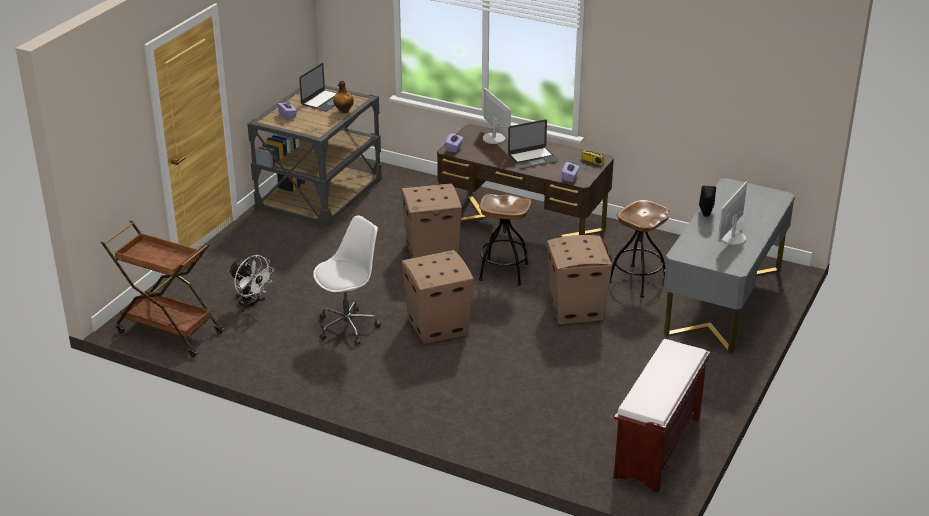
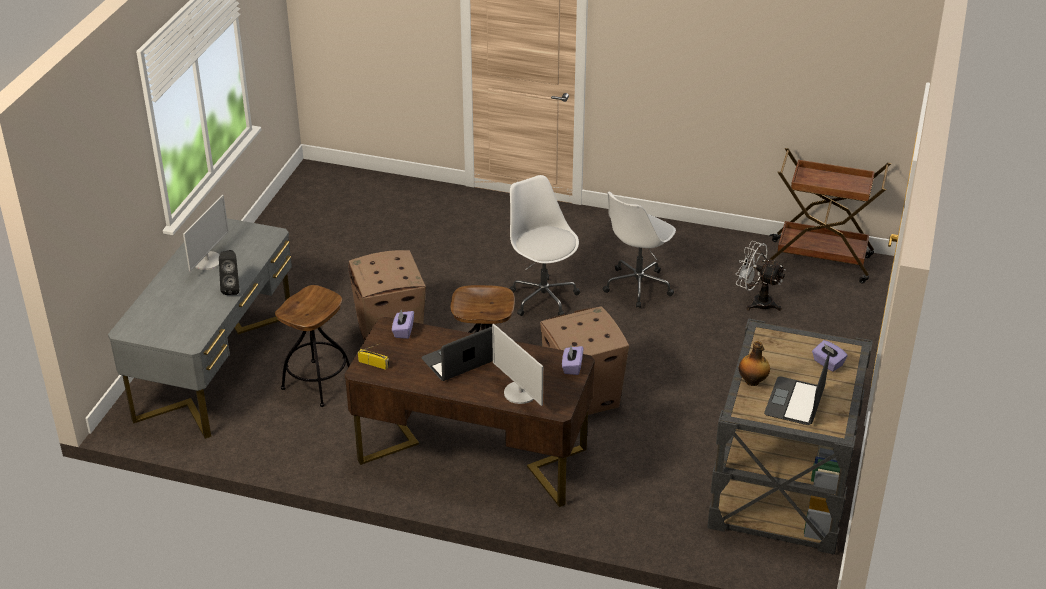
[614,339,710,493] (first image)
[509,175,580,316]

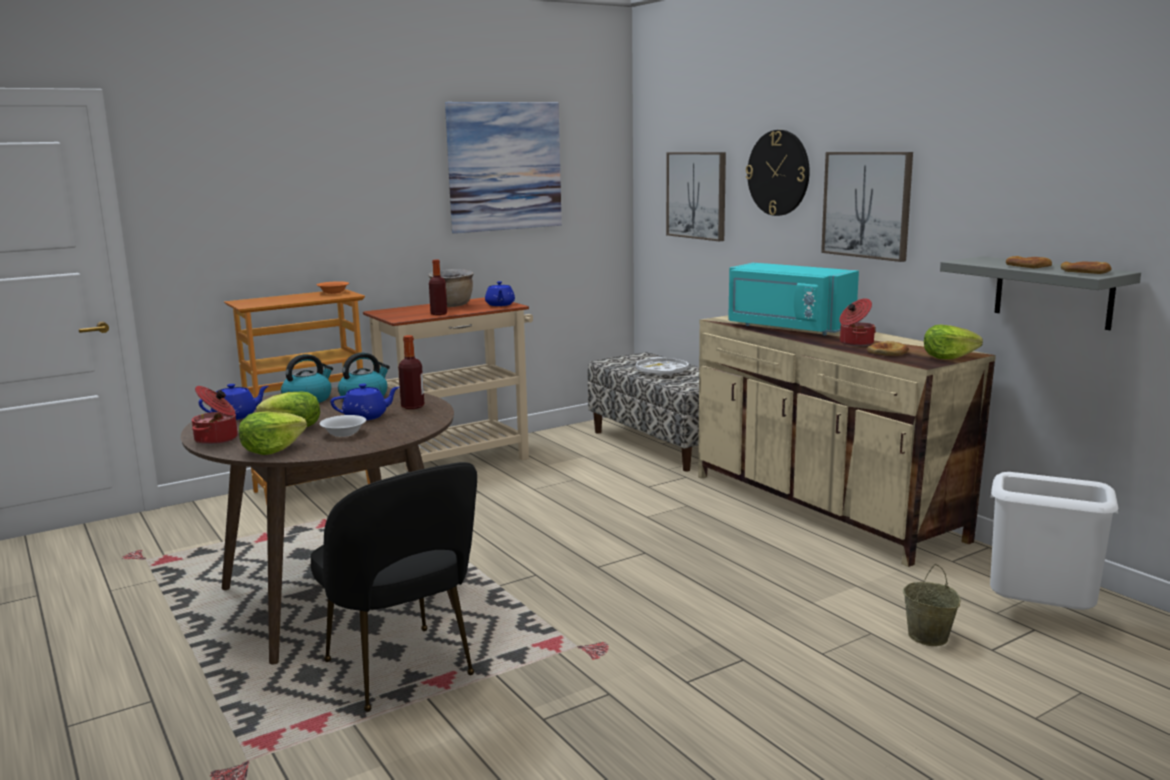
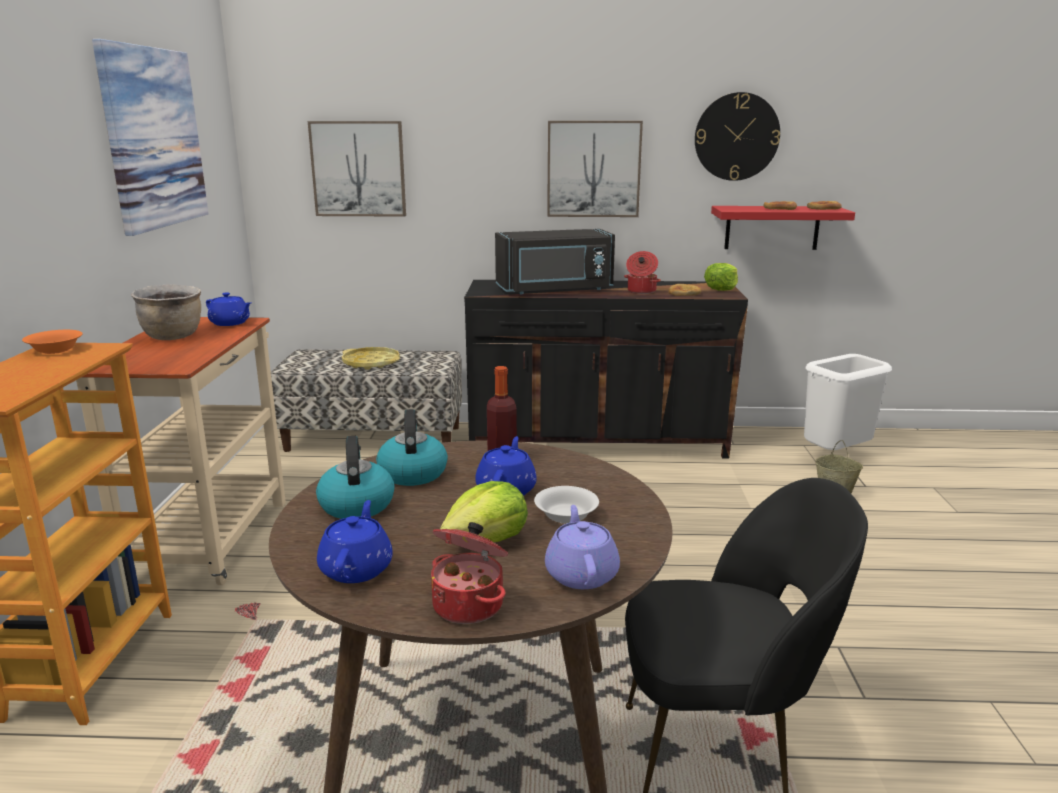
[429,260,447,315] (first image)
[695,92,780,181]
[545,505,620,589]
[342,347,400,370]
[464,280,748,458]
[495,229,615,294]
[711,206,855,250]

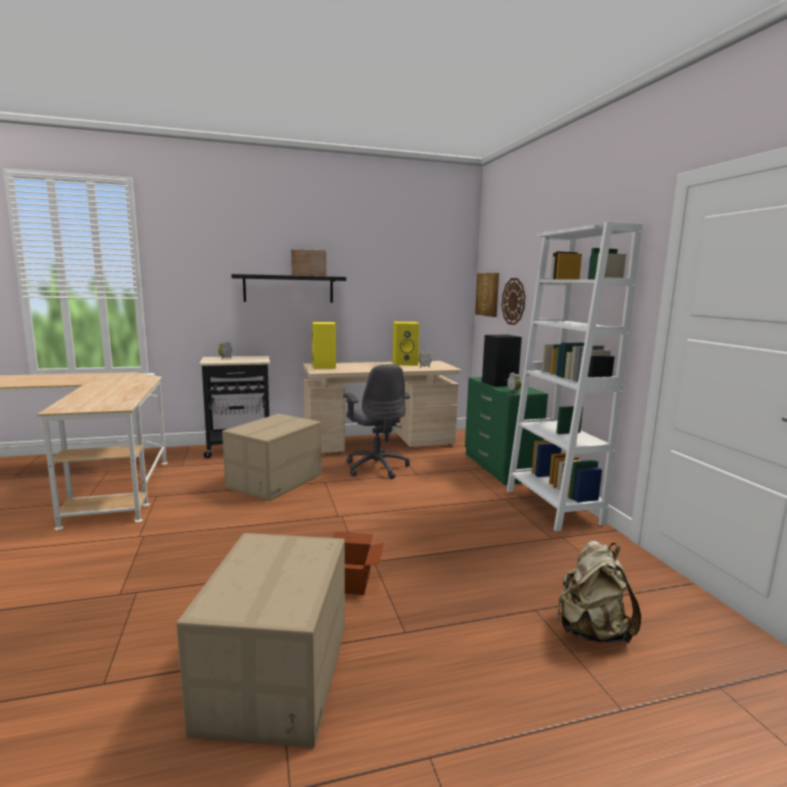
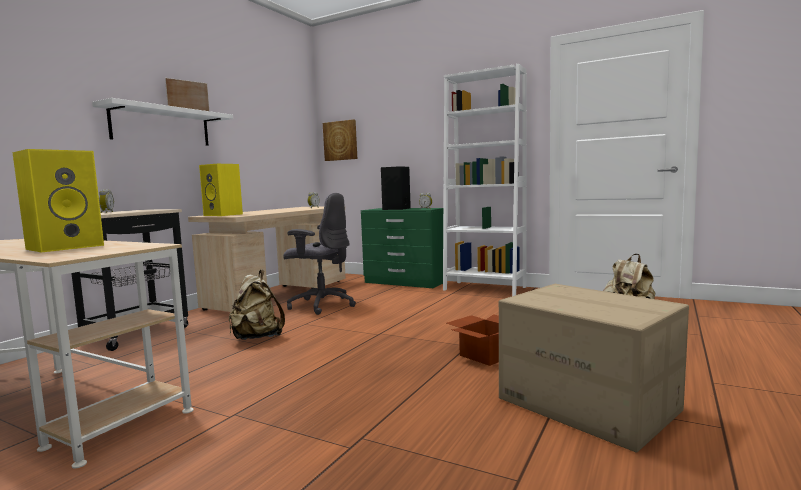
[501,278,525,325] (first image)
[12,149,104,252]
[229,270,285,340]
[92,98,233,146]

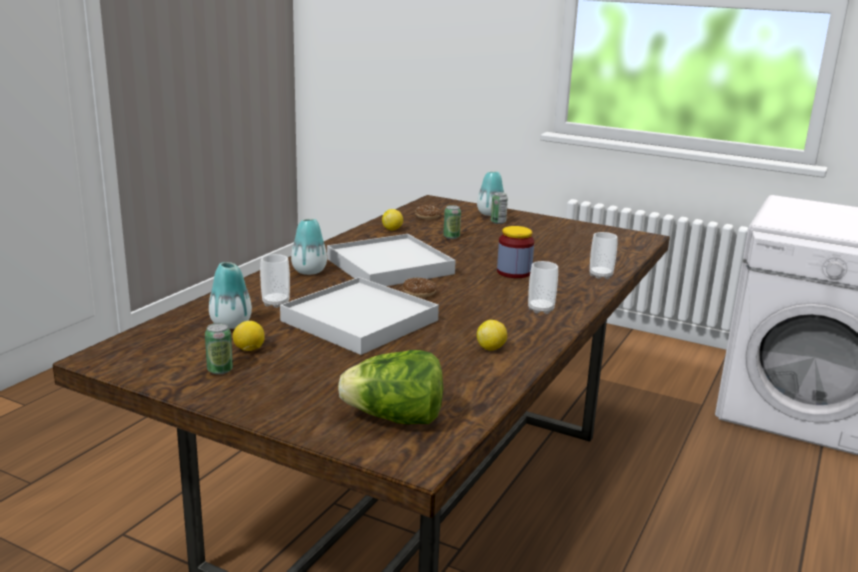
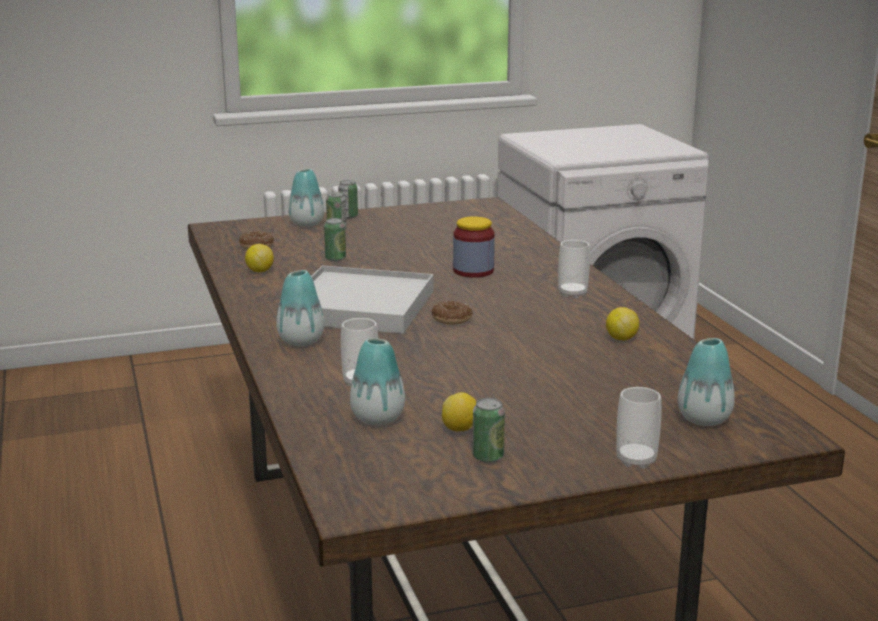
[280,277,439,355] (first image)
[338,180,358,219]
[616,387,661,469]
[678,338,735,426]

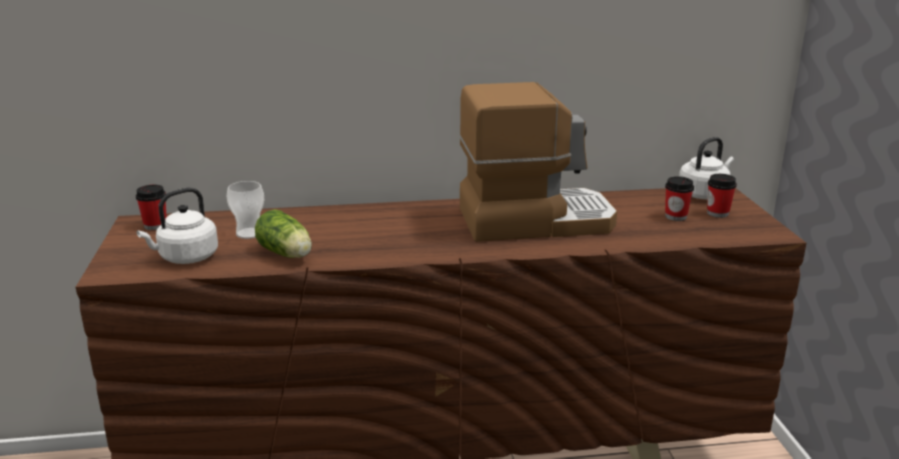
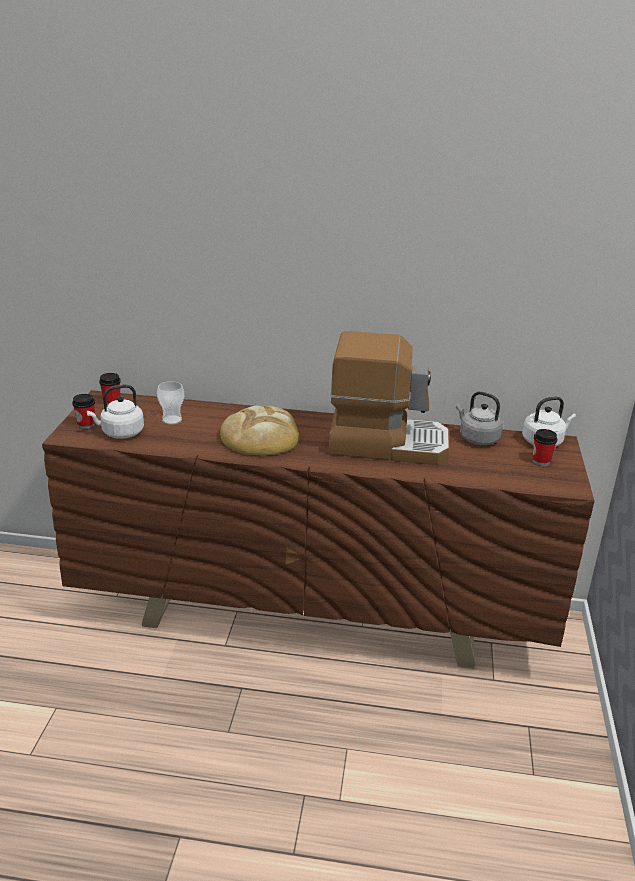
[255,209,312,258] (first image)
[220,405,299,456]
[456,391,503,445]
[72,394,95,429]

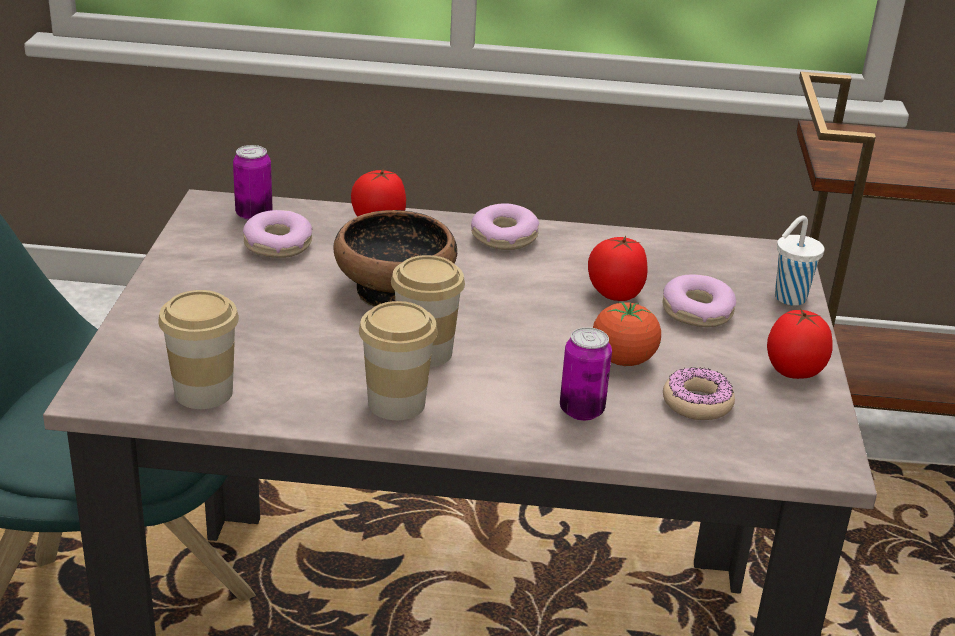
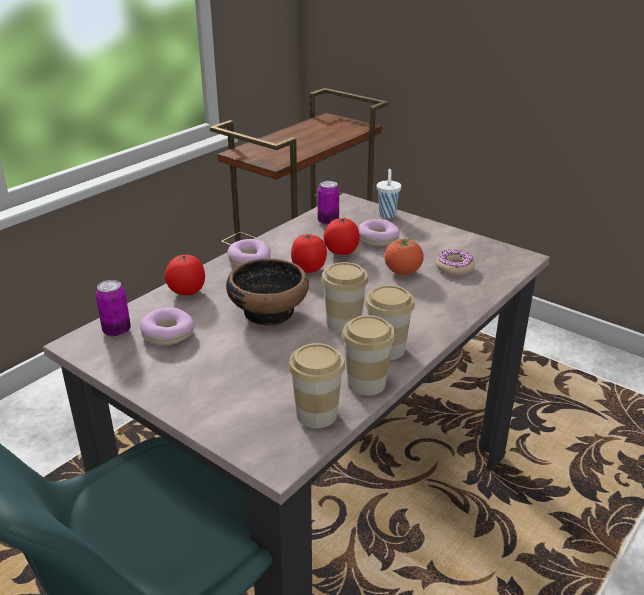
[342,315,395,396]
[317,181,339,226]
[291,234,327,273]

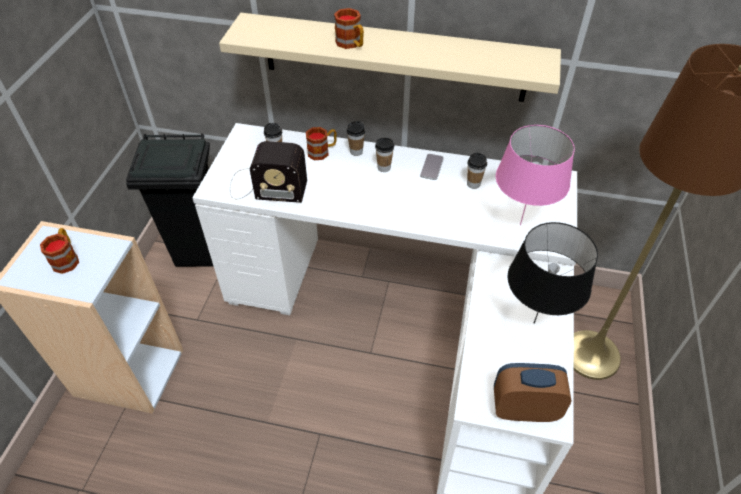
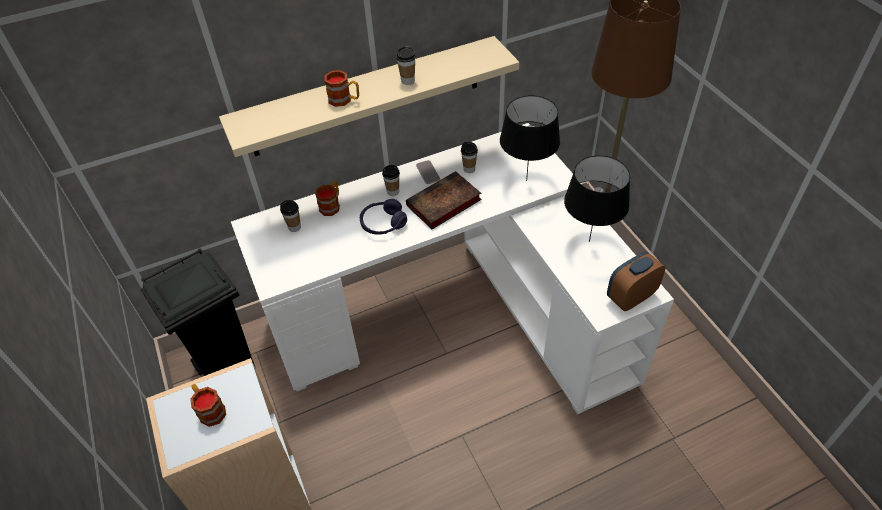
[230,141,307,203] (first image)
[360,199,407,234]
[406,171,482,229]
[396,46,416,85]
[500,95,560,181]

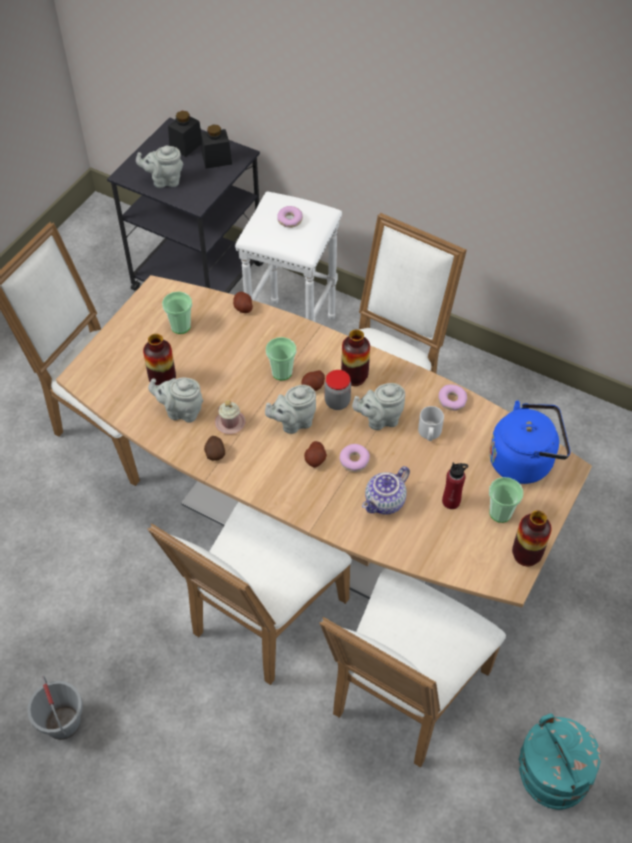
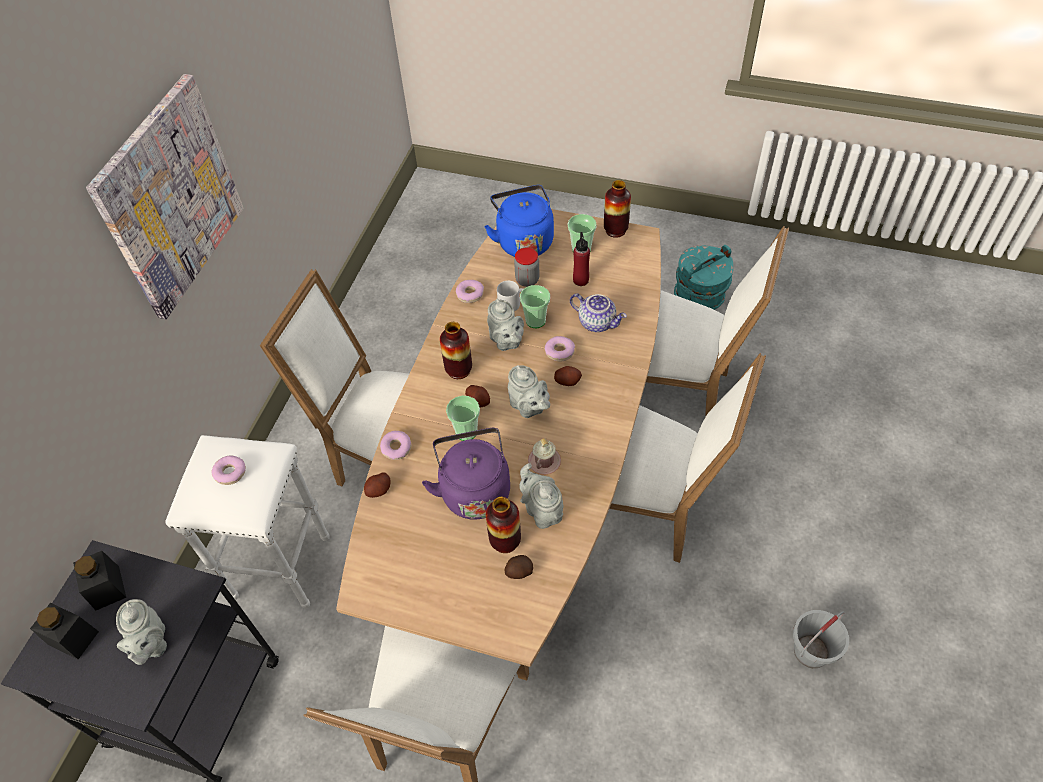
[86,74,244,319]
[380,431,411,460]
[422,428,510,520]
[520,285,550,328]
[504,555,533,579]
[514,248,540,287]
[519,463,564,529]

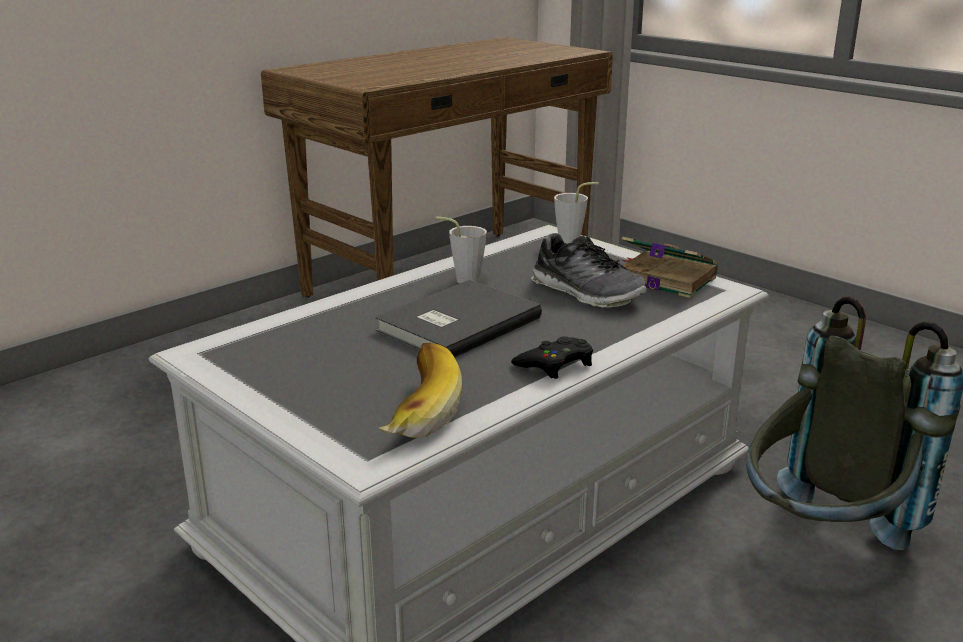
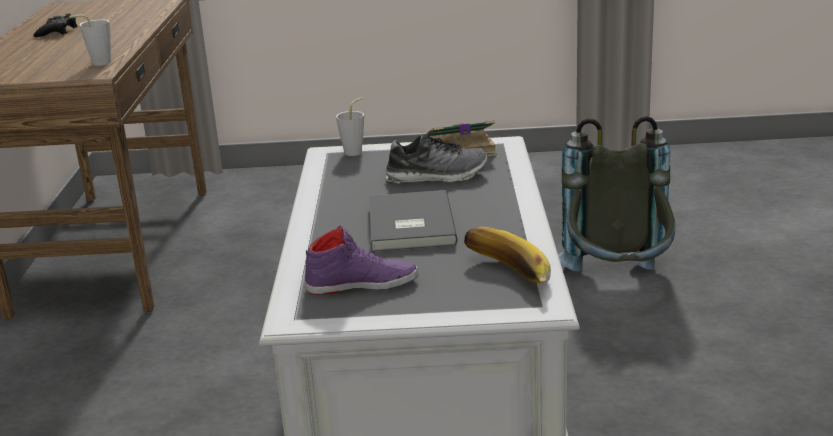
[305,226,419,295]
[70,15,111,66]
[33,13,78,37]

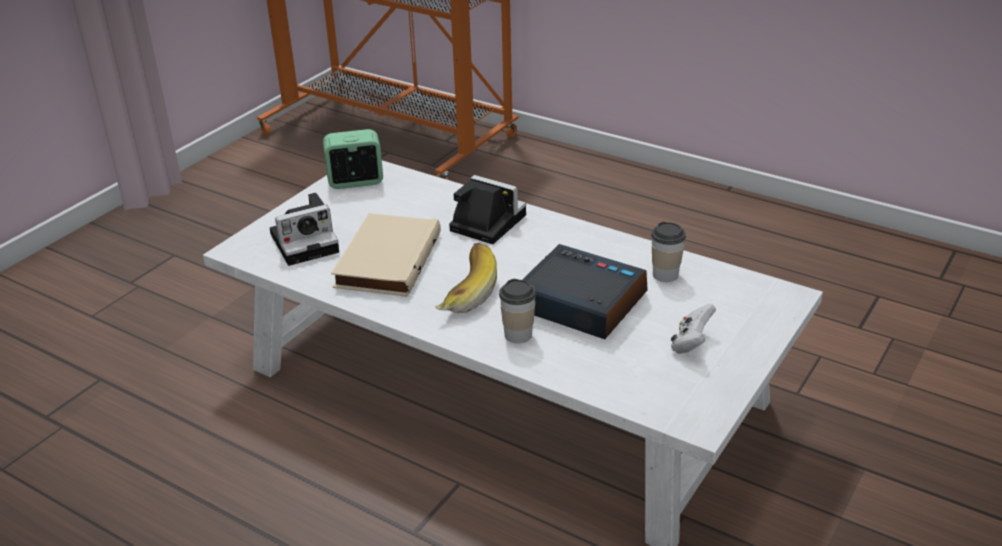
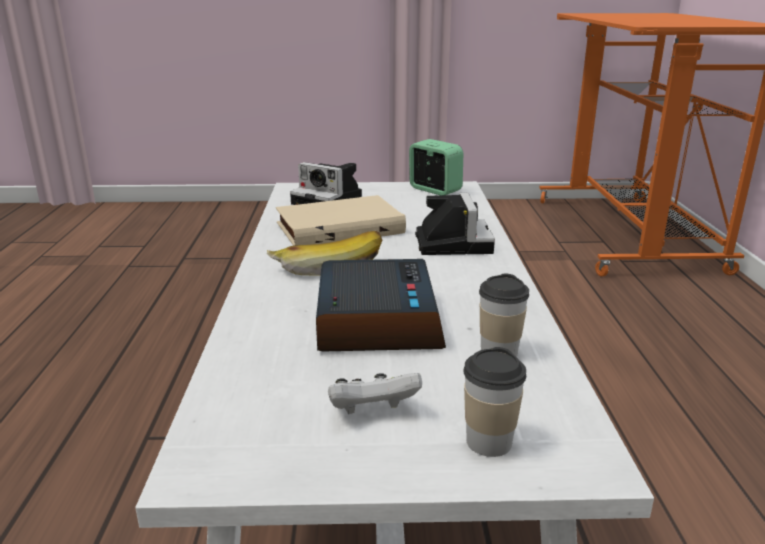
[463,347,526,457]

